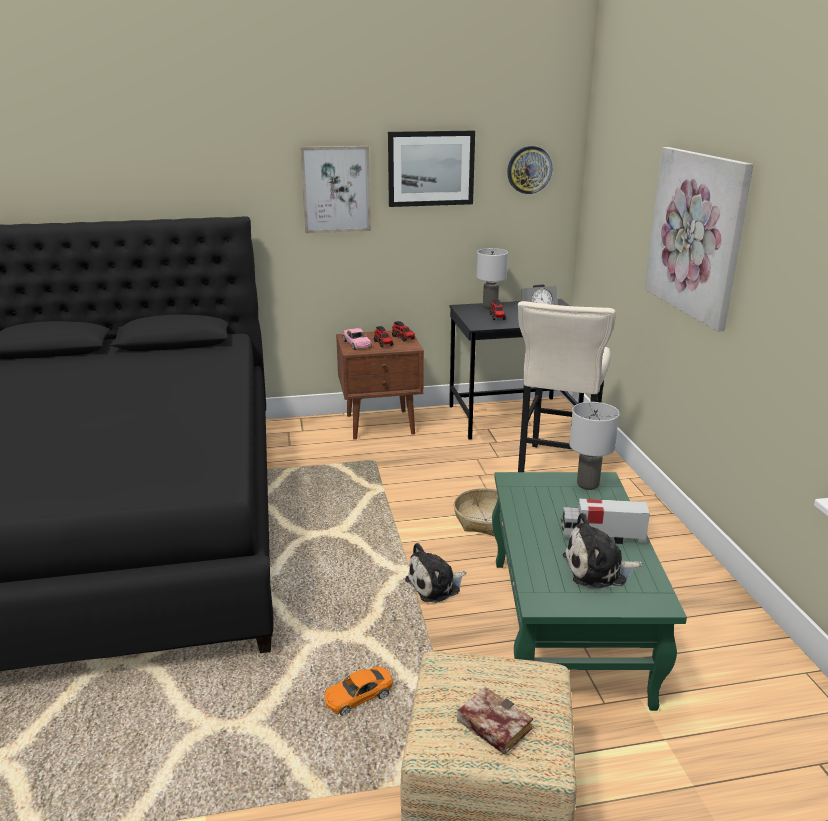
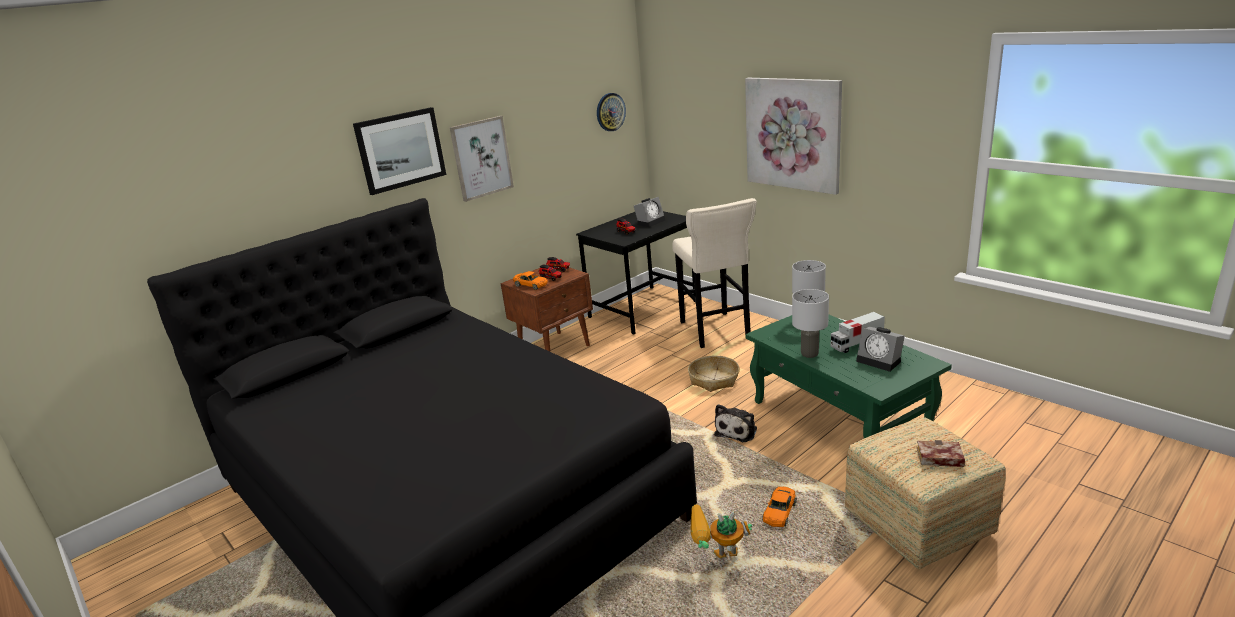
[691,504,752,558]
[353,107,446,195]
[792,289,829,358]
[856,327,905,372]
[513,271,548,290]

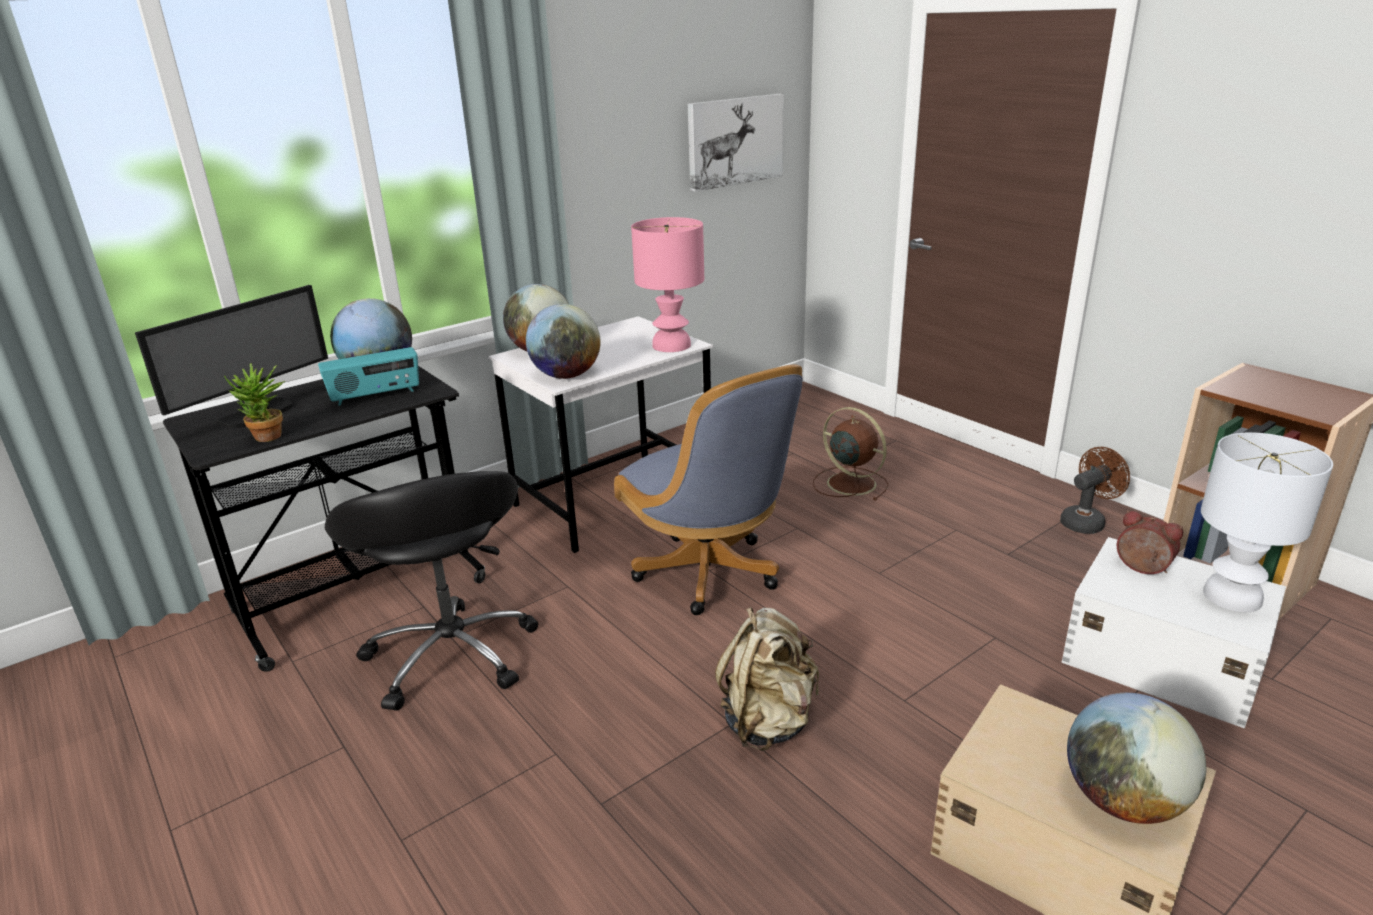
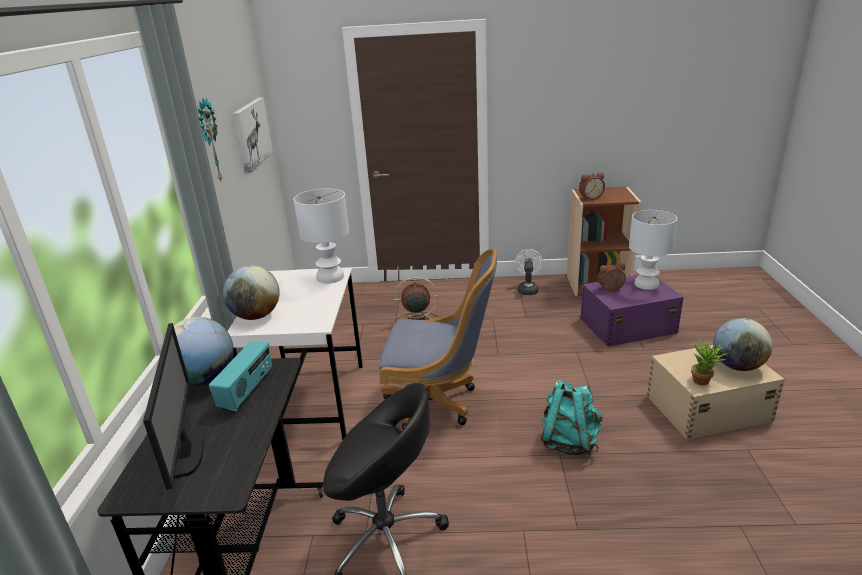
[526,304,601,379] (first image)
[198,98,222,181]
[579,172,605,200]
[691,338,730,385]
[293,188,349,284]
[541,380,602,456]
[515,249,543,295]
[581,275,684,347]

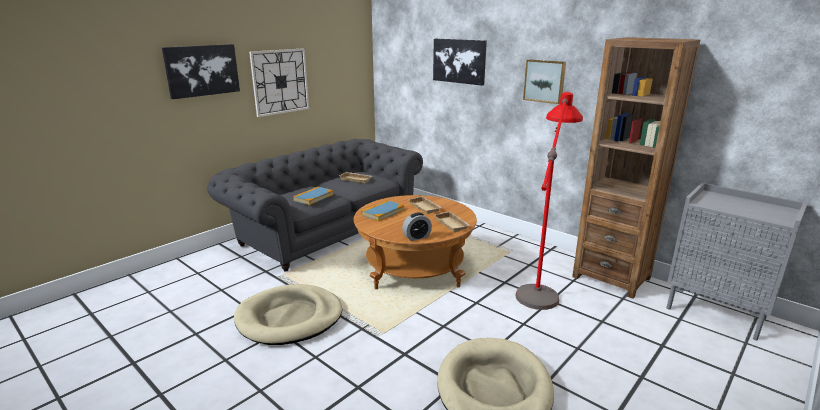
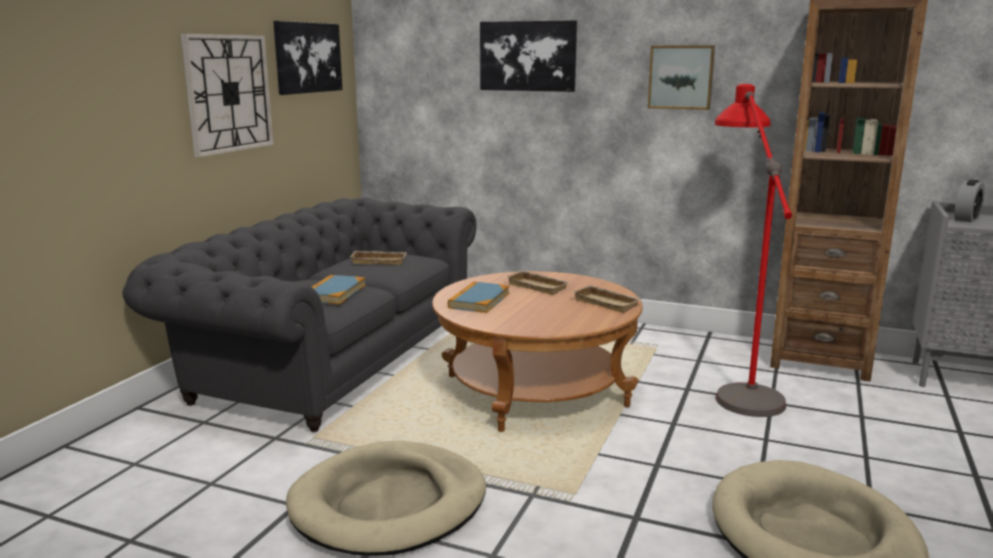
[273,21,342,95]
[954,180,985,222]

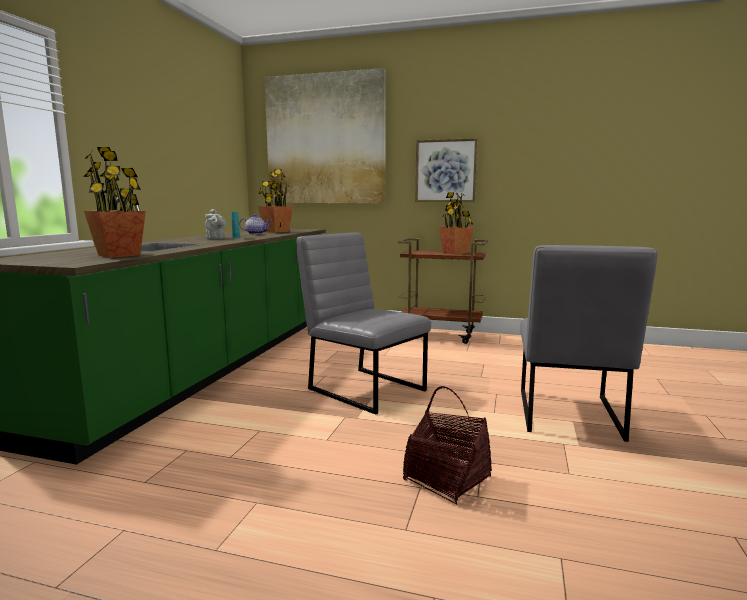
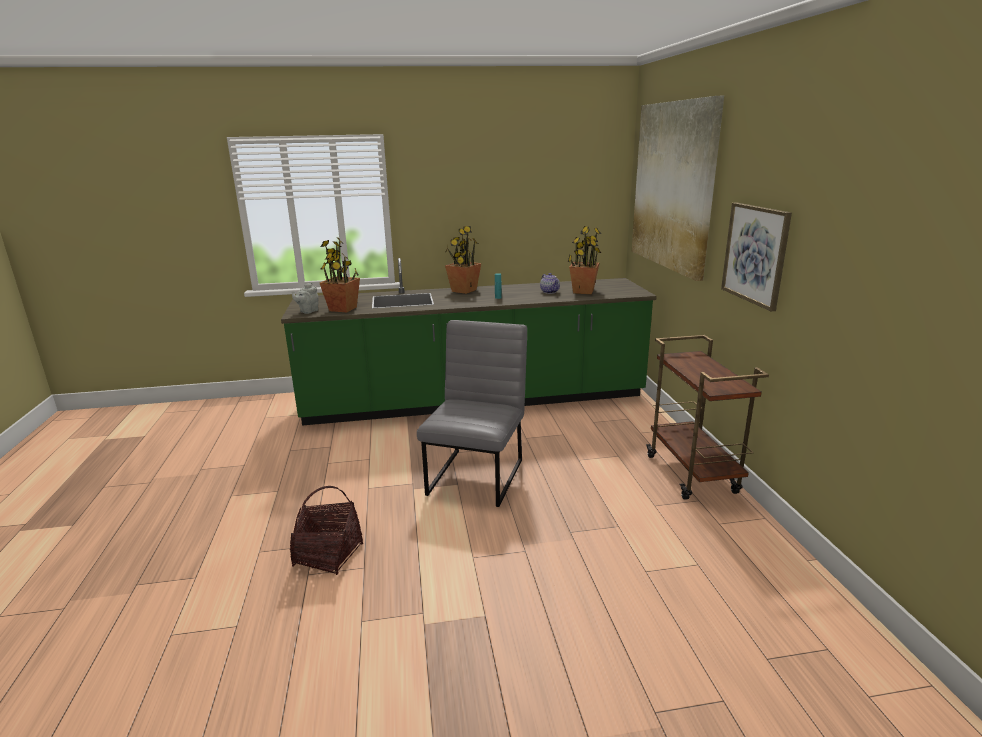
[520,245,657,442] (first image)
[292,283,319,314]
[445,226,481,294]

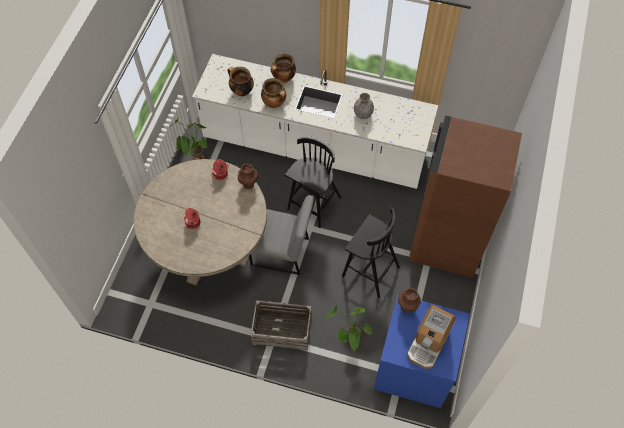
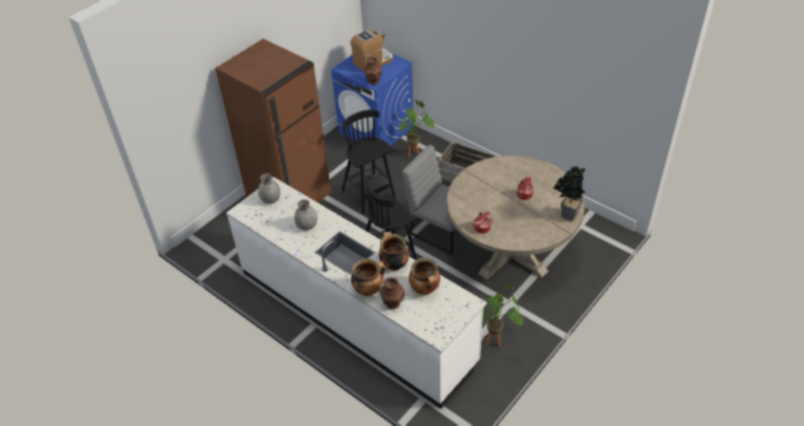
[258,173,280,204]
[554,166,585,221]
[380,278,405,309]

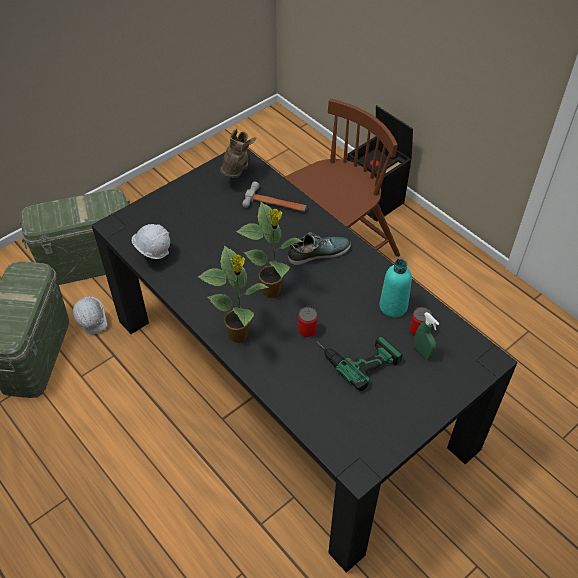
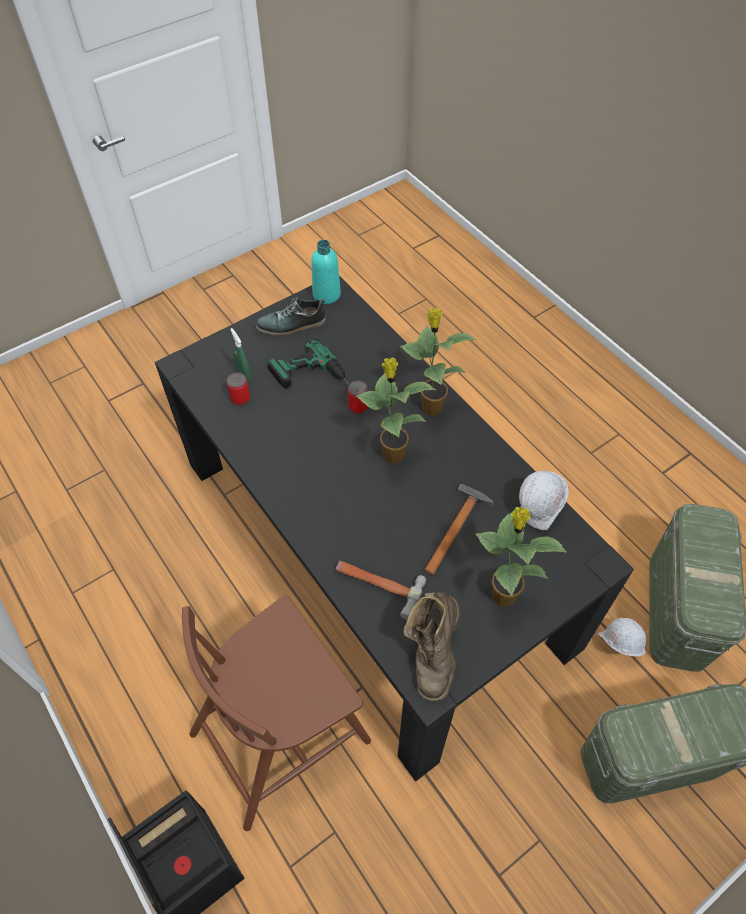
[424,484,494,575]
[476,507,568,607]
[256,298,325,336]
[311,240,341,304]

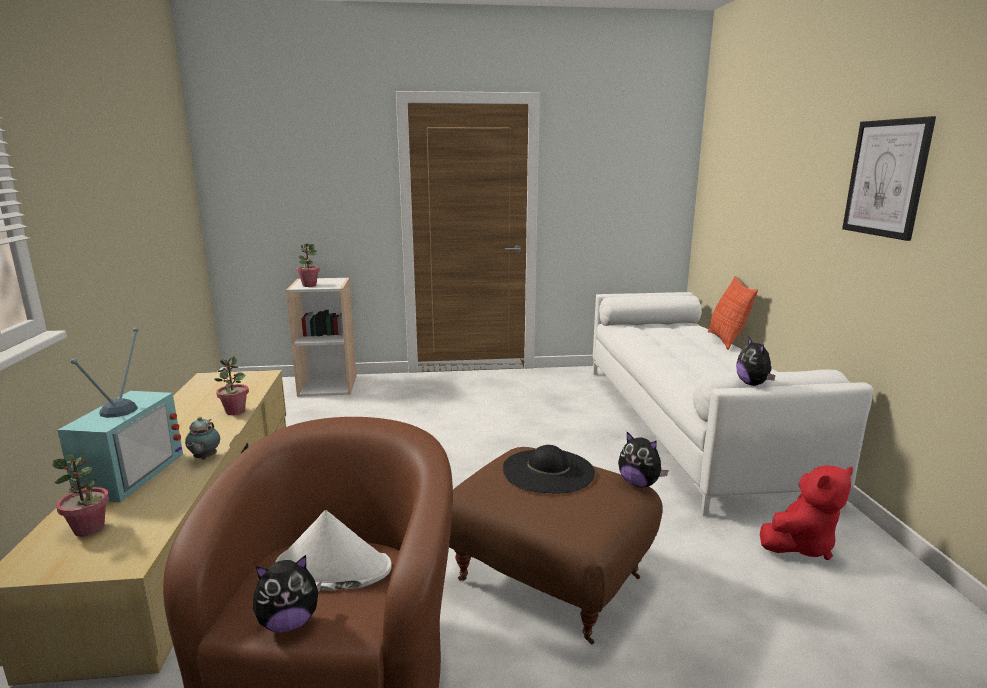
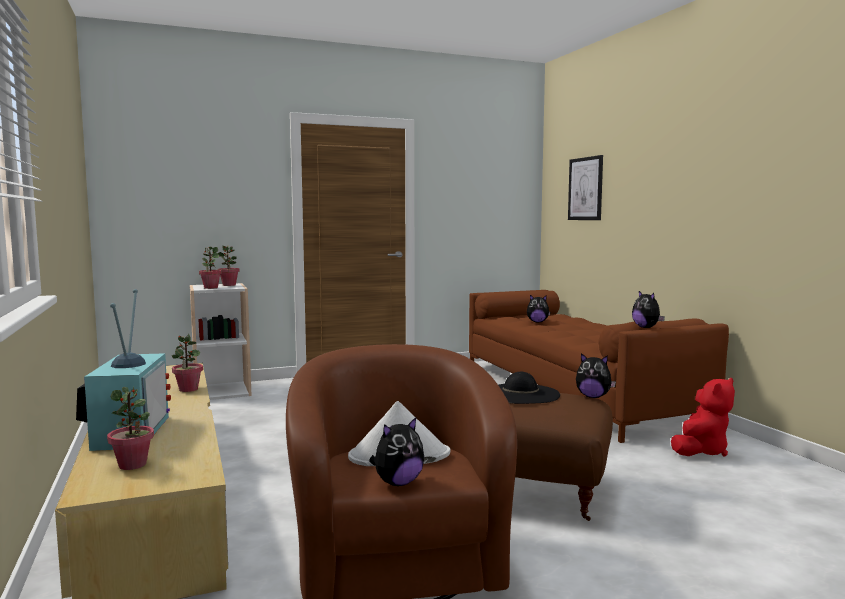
[185,417,220,460] (first image)
[708,276,758,350] (first image)
[217,245,240,286]
[527,295,550,323]
[568,155,603,220]
[469,290,729,443]

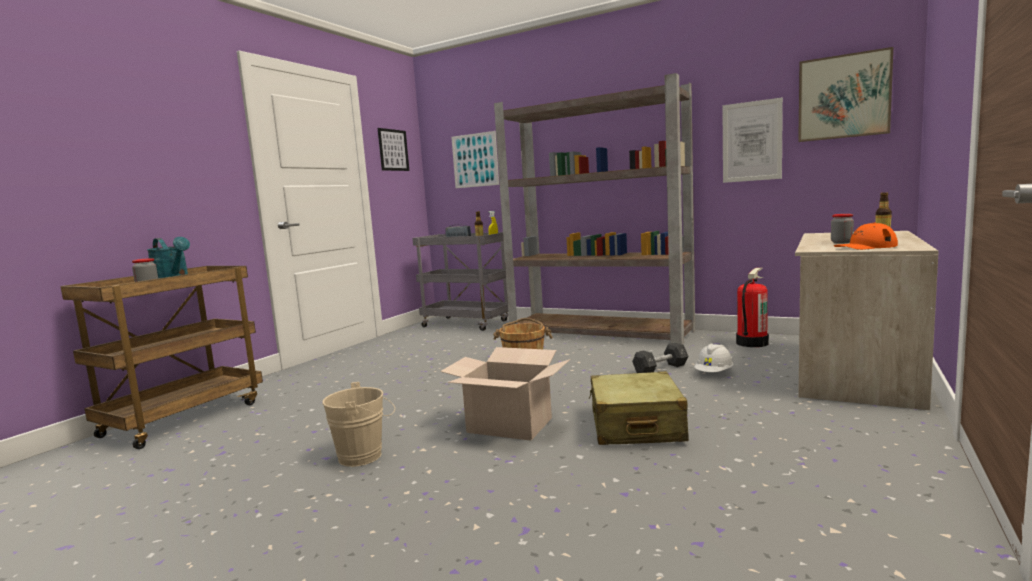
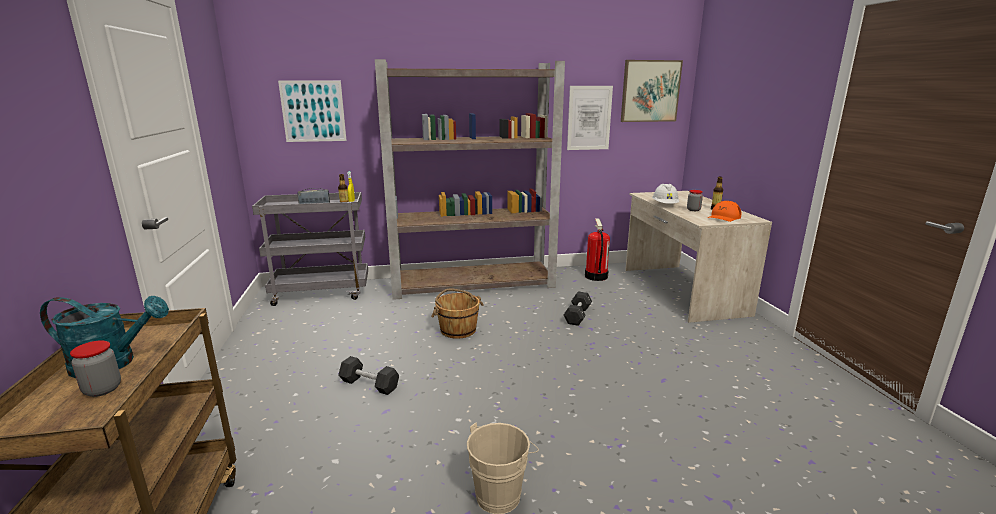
[378,128,409,171] (first image)
[440,347,570,441] (first image)
[589,371,689,445] (first image)
[338,356,399,395]
[652,184,679,204]

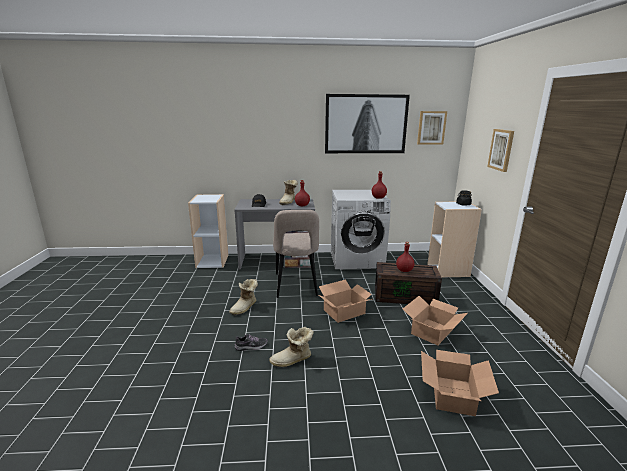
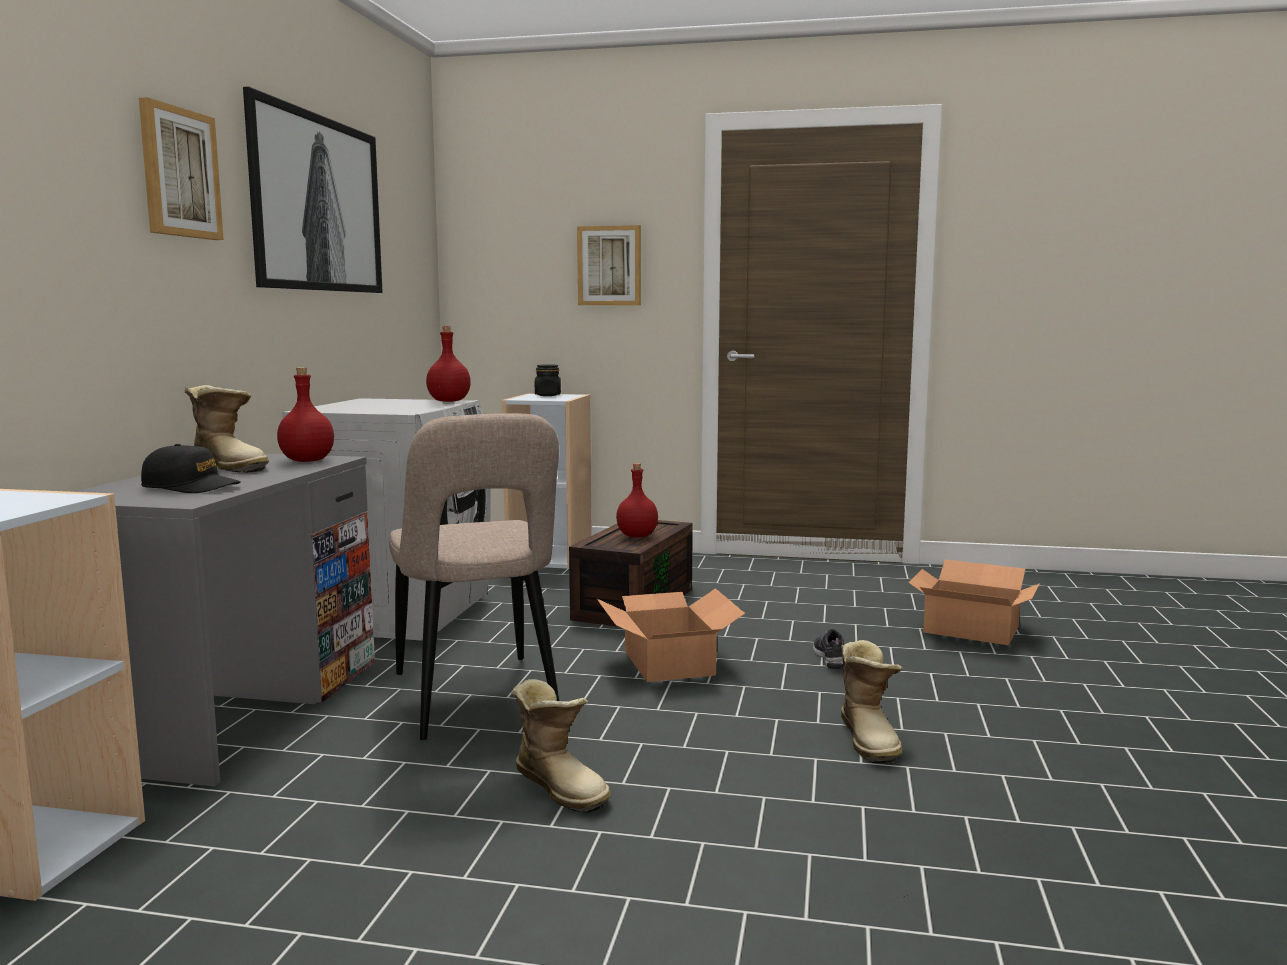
[403,296,468,345] (first image)
[813,629,845,669]
[139,97,224,240]
[389,414,559,740]

